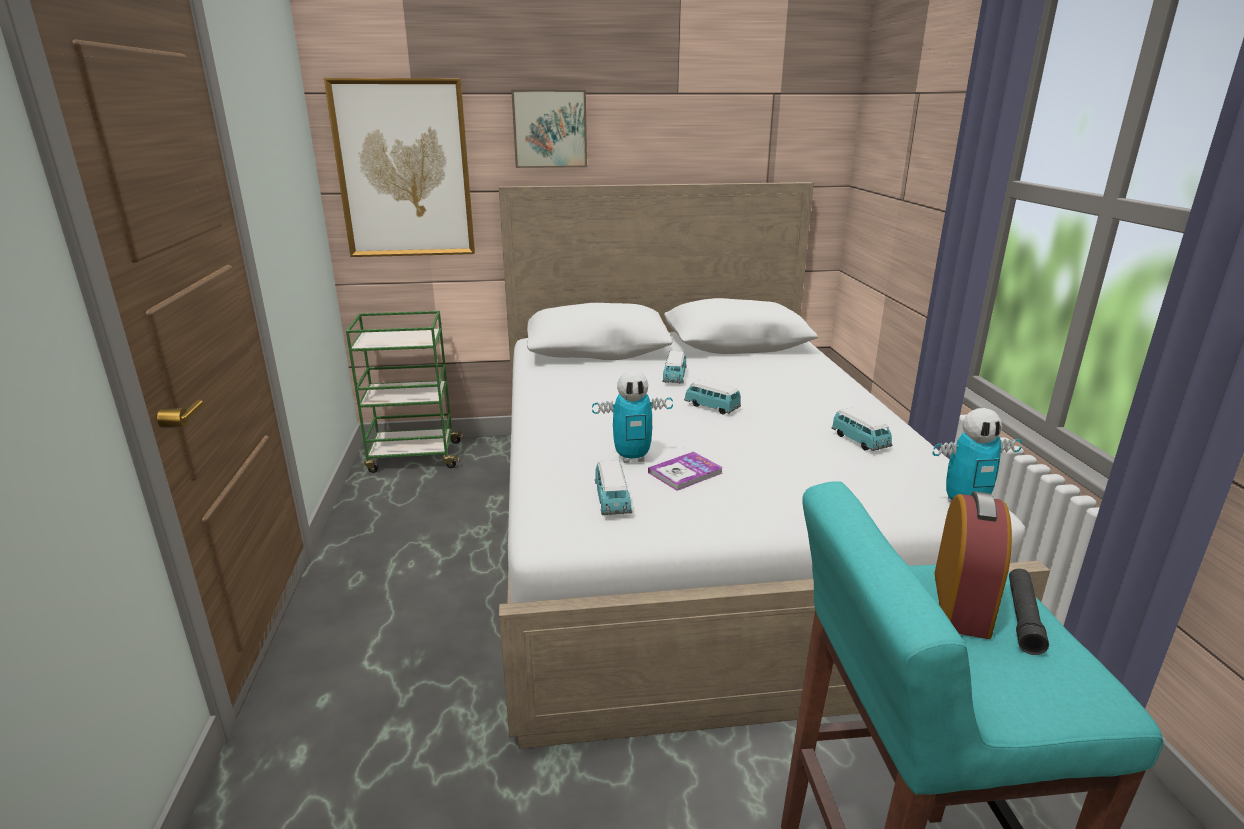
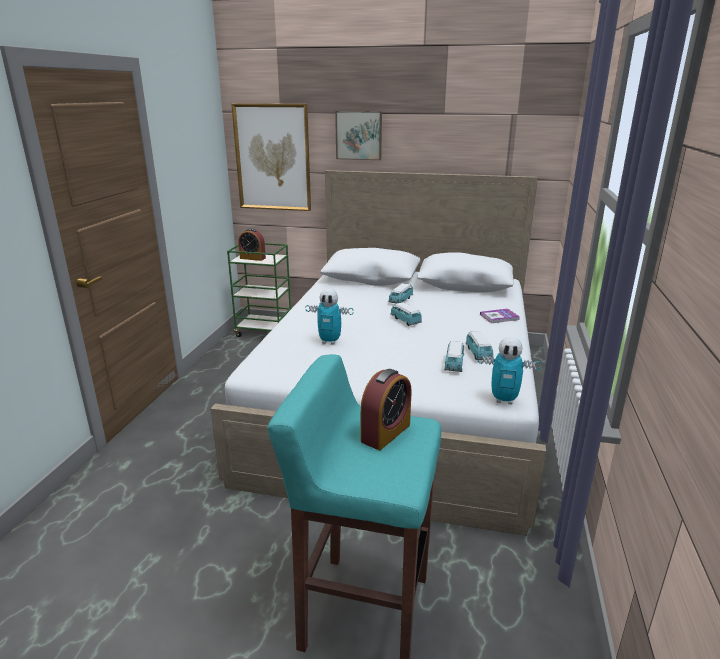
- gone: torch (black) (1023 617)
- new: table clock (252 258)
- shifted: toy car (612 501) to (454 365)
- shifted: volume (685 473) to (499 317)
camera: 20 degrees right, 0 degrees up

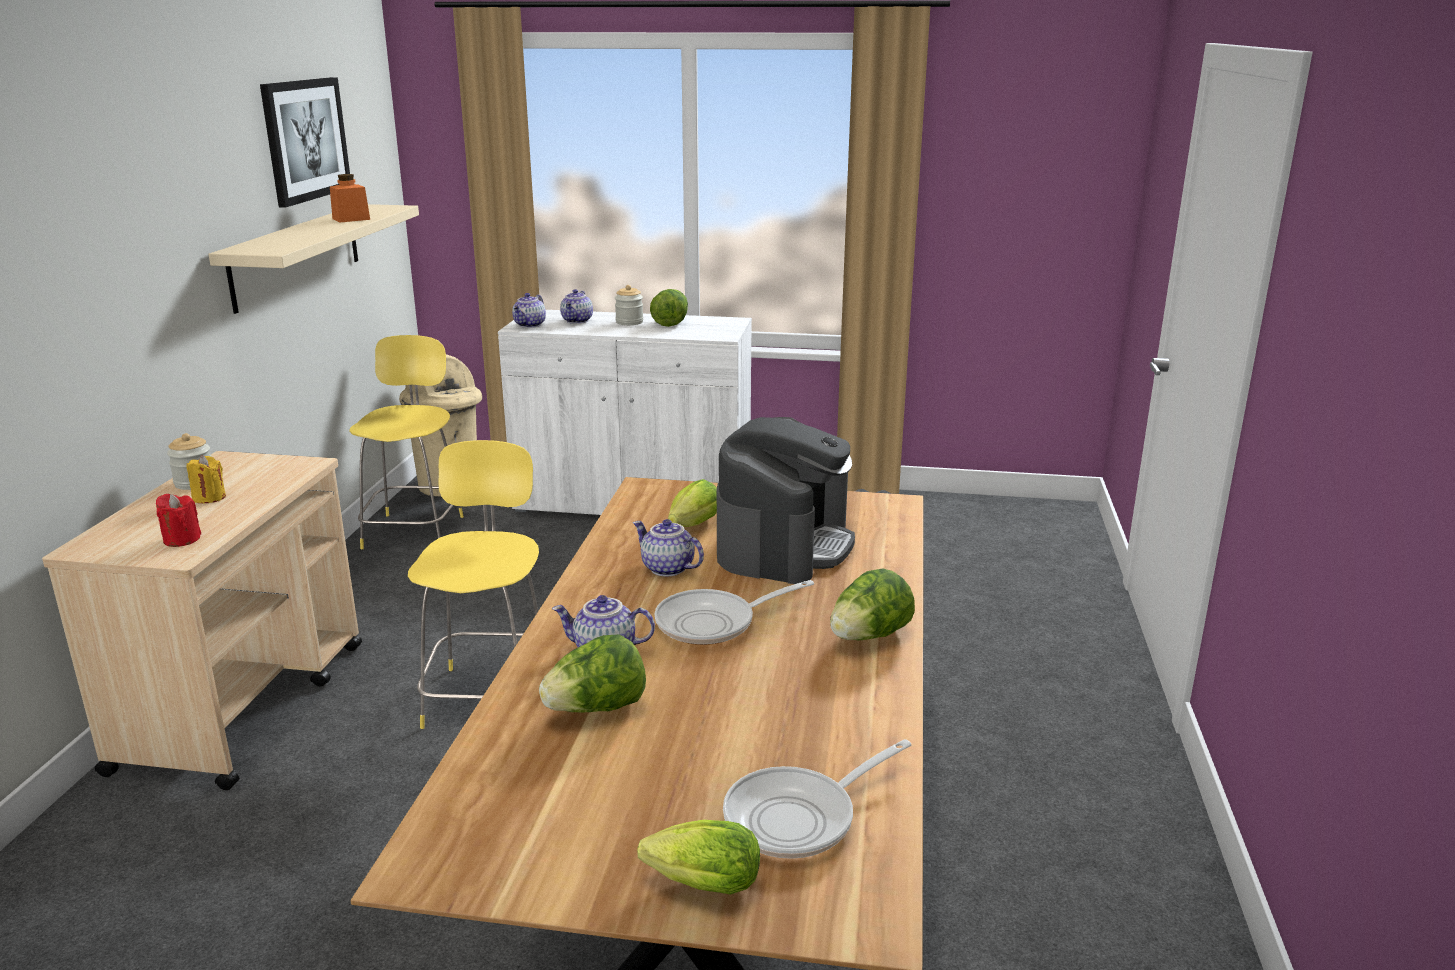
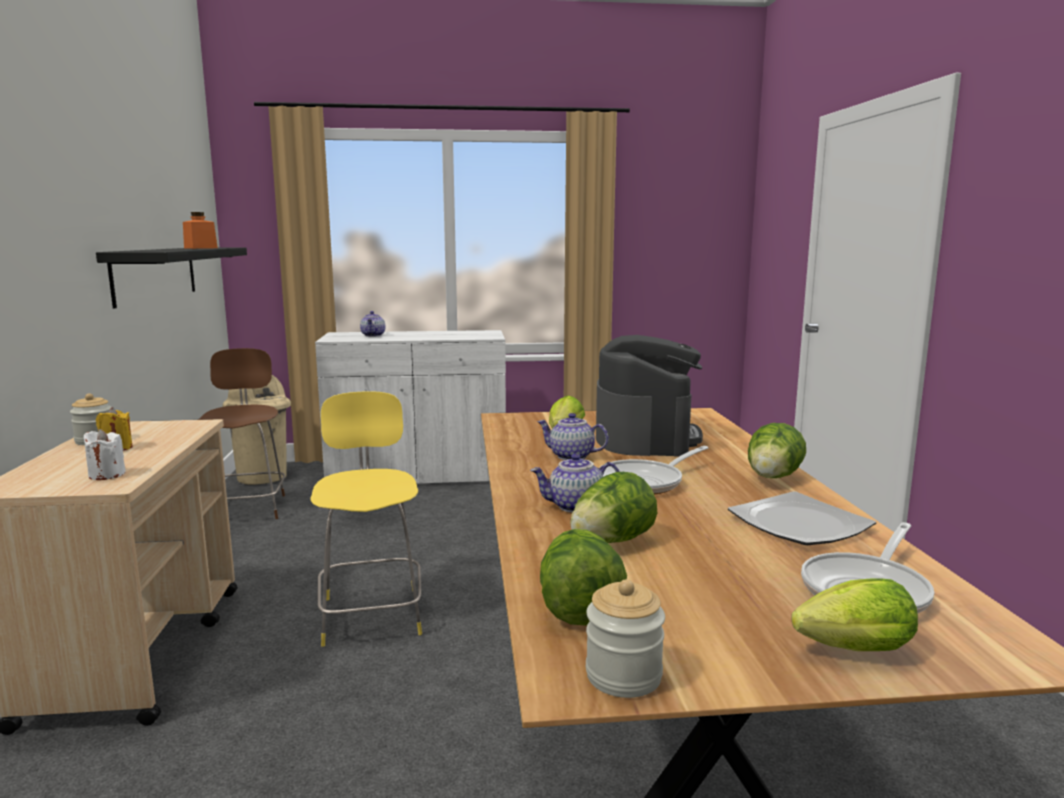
- gone: wall picture (305 139)
- gone: pot for tea (530 325)
- new: plate (799 523)
- shifted: preserve jar (629 322) to (623 676)
- shifted: lettuce (671 323) to (578 607)
- repainted: candle (red-coloured) (182 539) to candle (white) (107 475)
- repainted: shelf (beige) (296 255) to shelf (black) (155 274)
- repainted: stool seat (yellow-coloured) (415 530) to stool seat (brownish) (247 508)
camera: 15 degrees left, 10 degrees down

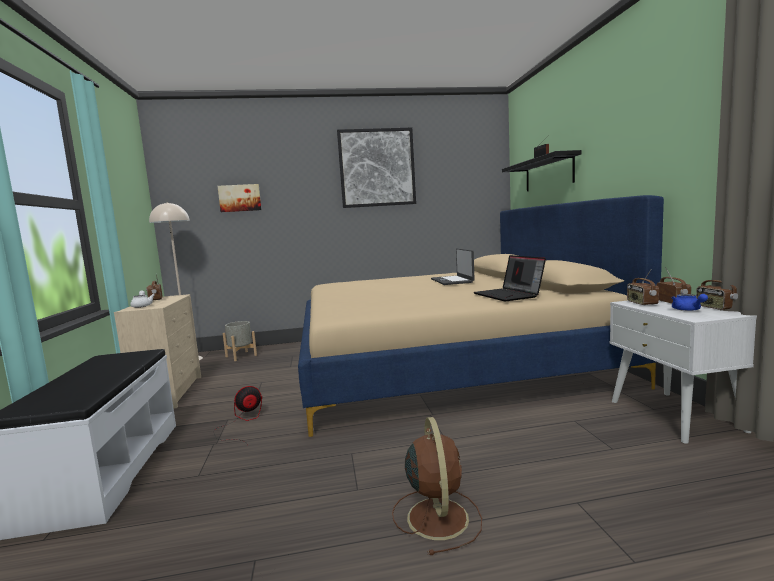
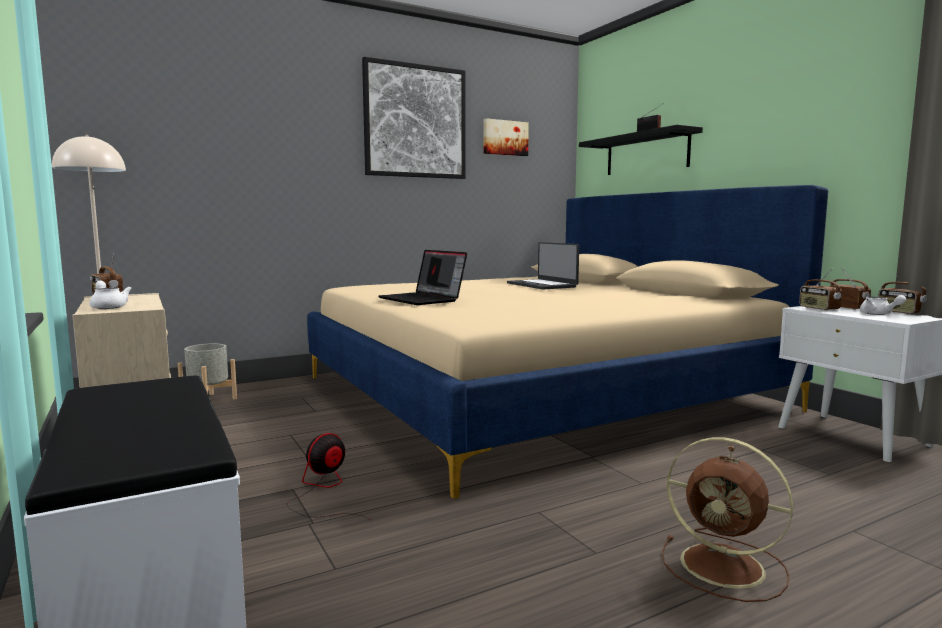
- shifted: wall picture (240 198) to (505 138)
- shifted: laptop (509 295) to (423 299)
- repainted: pot for tea (bluish) (688 310) to pot for tea (white) (879 314)
- rotated: cooling fan (brownish) (437 516) = (726 567) 150 degrees clockwise
camera: 20 degrees left, 0 degrees up

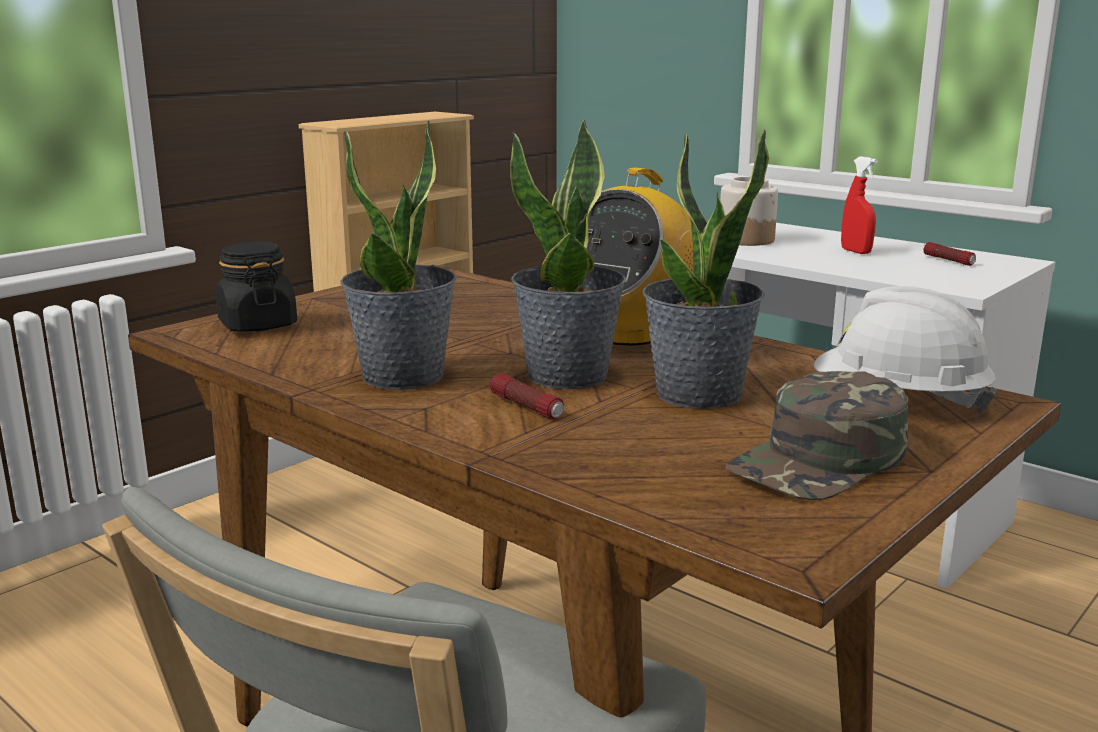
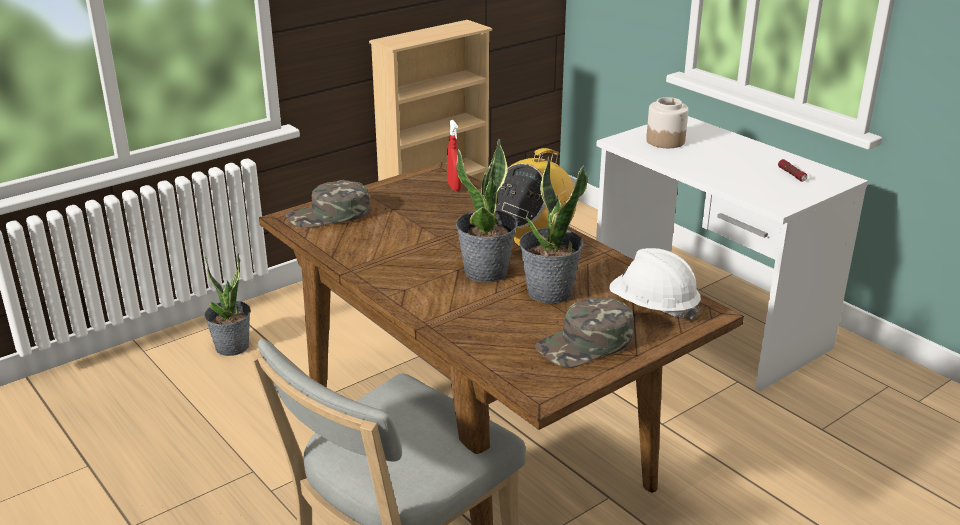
- gone: torch (527 407)
- shifted: plant in a pot (404 376) to (232 347)
- shifted: spray bottle (red-coloured) (856 251) to (454 187)
- swapped: preserve jar (black) (257 325) to peaked cap (green) (329 215)
camera: 10 degrees right, 10 degrees up

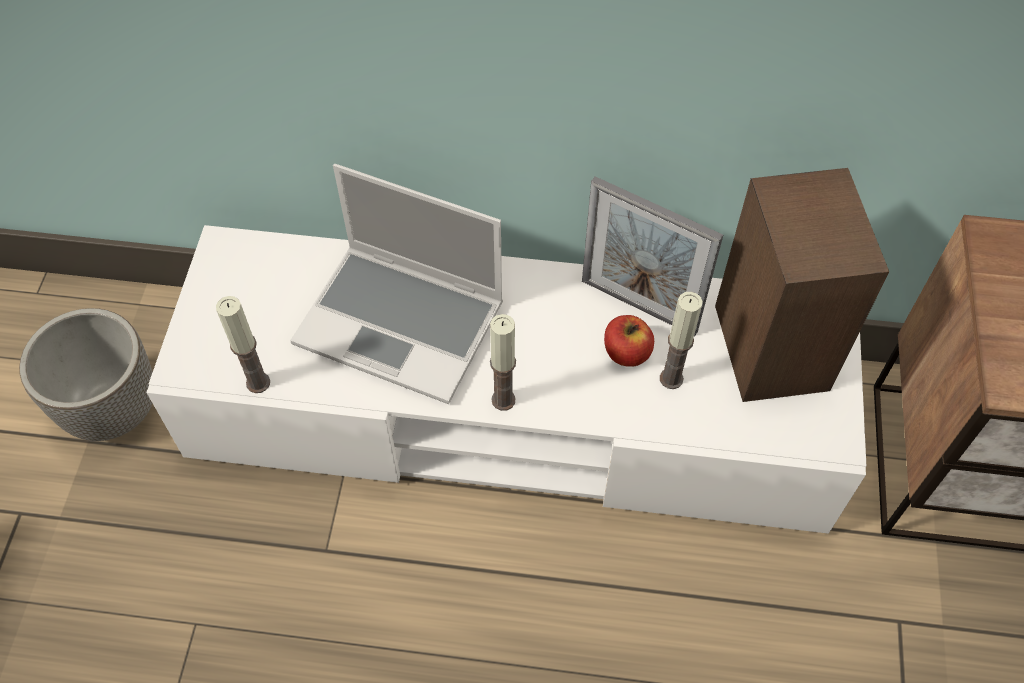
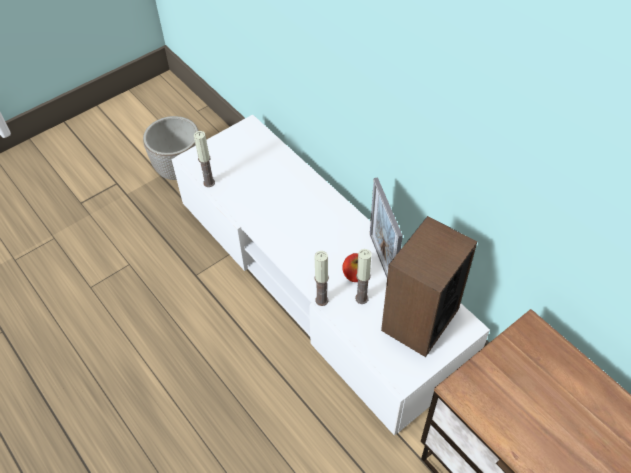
- gone: laptop (403 323)
- shifted: candle (503 400) to (321 300)
camera: 45 degrees right, 5 degrees down

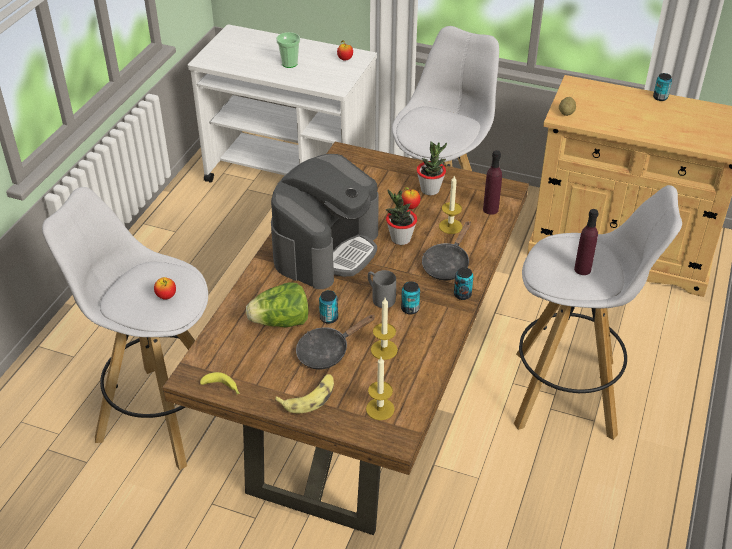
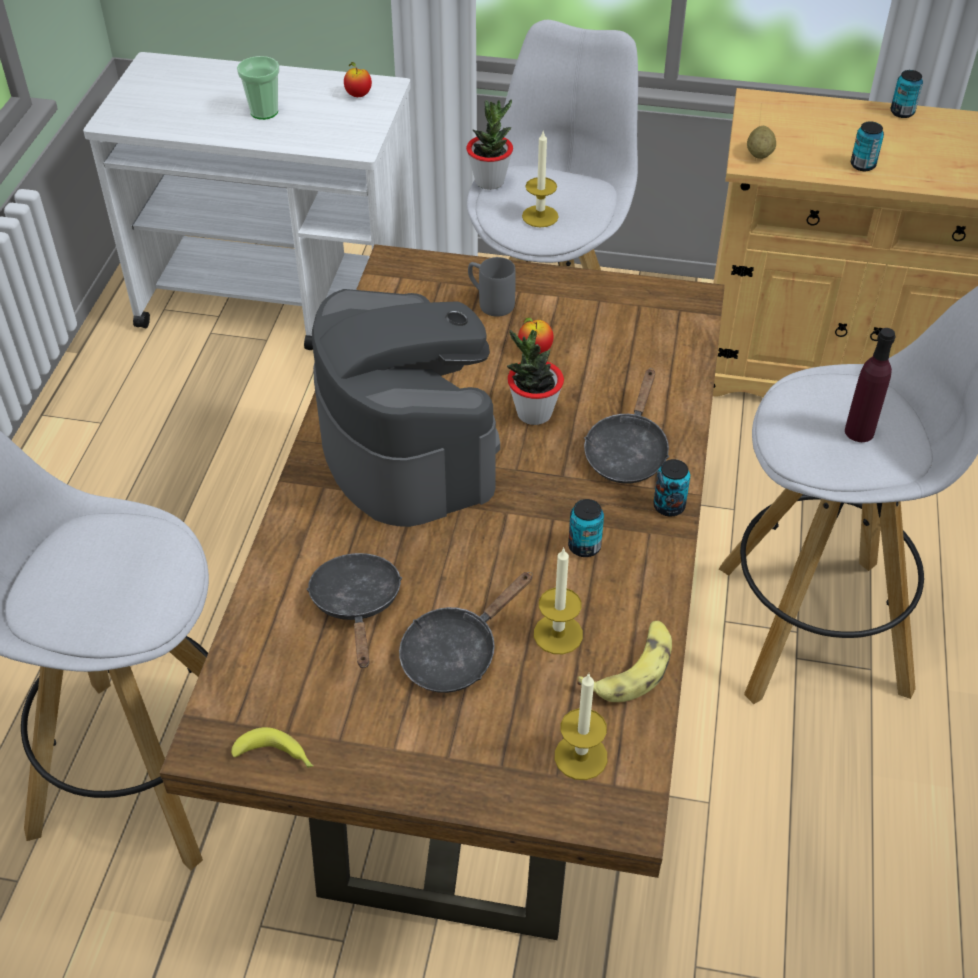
- gone: apple fruit (166 296)
- gone: beverage bottle (purple) (490 209)
- shifted: banana fruit (309 397) to (631 668)
- shifted: sealed can (329 318) to (862 165)
- shifted: tea mug (grey) (380 297) to (490 302)
- shifted: plant in a pot (430 190) to (490 181)
- shifted: candle (450 226) to (540 216)
- swapped: lettuce (281 322) to frying pan (black) (357 605)
- rotated: coffee machine (326 248) = (407 448) 45 degrees counterclockwise
camera: 10 degrees left, 5 degrees up

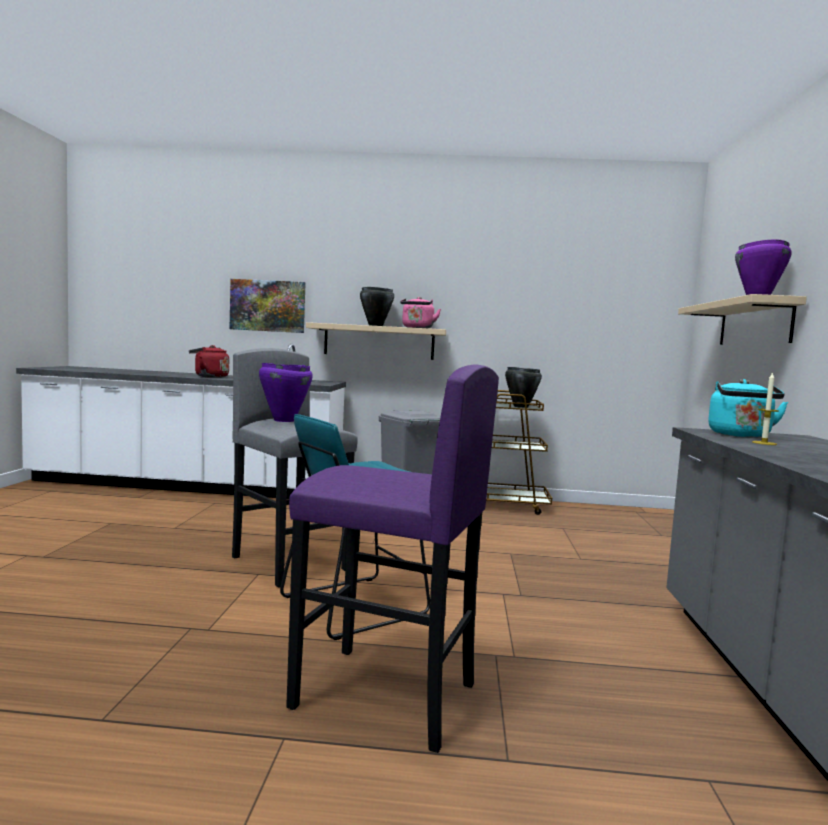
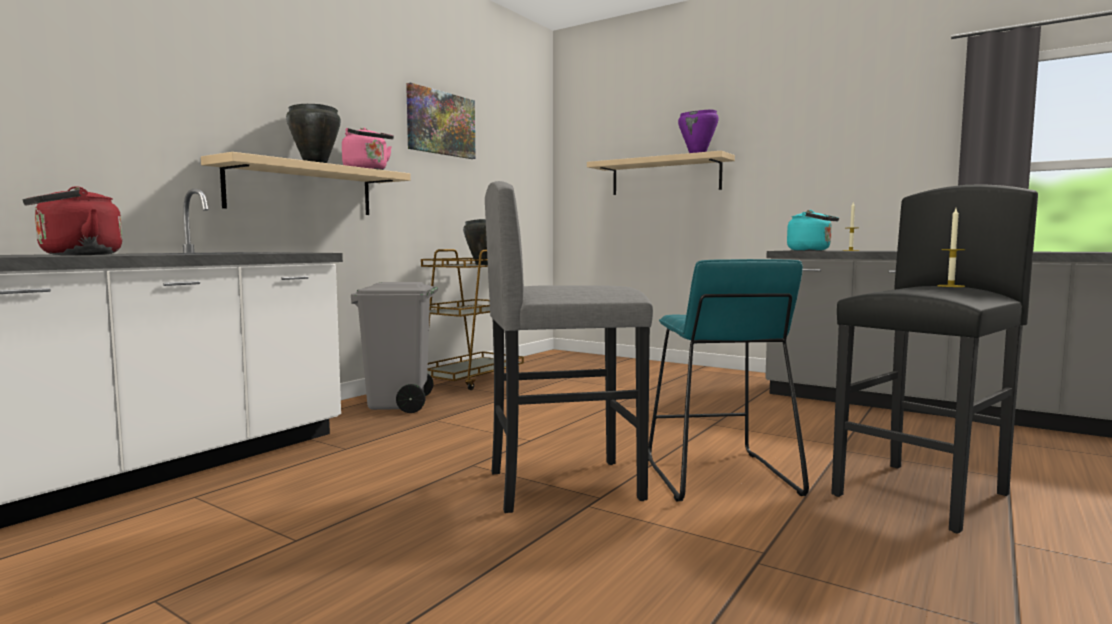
- gone: cooking pot (purple) (283 420)
- new: candle (950 286)
- shifted: wall picture (268 306) to (441 123)
- repainted: stool seat (purple) (384 696) to stool seat (black) (923 495)
camera: 60 degrees left, 0 degrees up

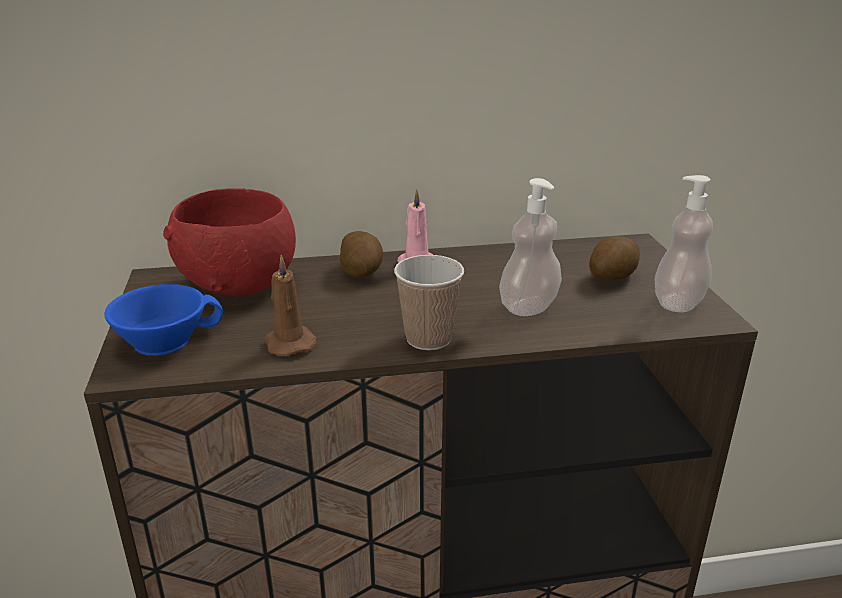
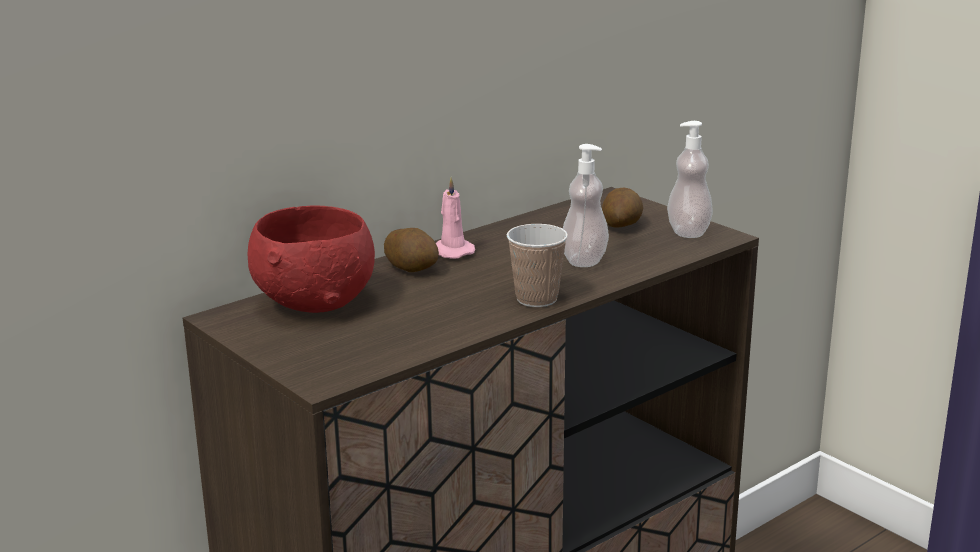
- gone: cup (bluish) (165 338)
- gone: candle (brownish) (288 342)
camera: 30 degrees left, 5 degrees down

